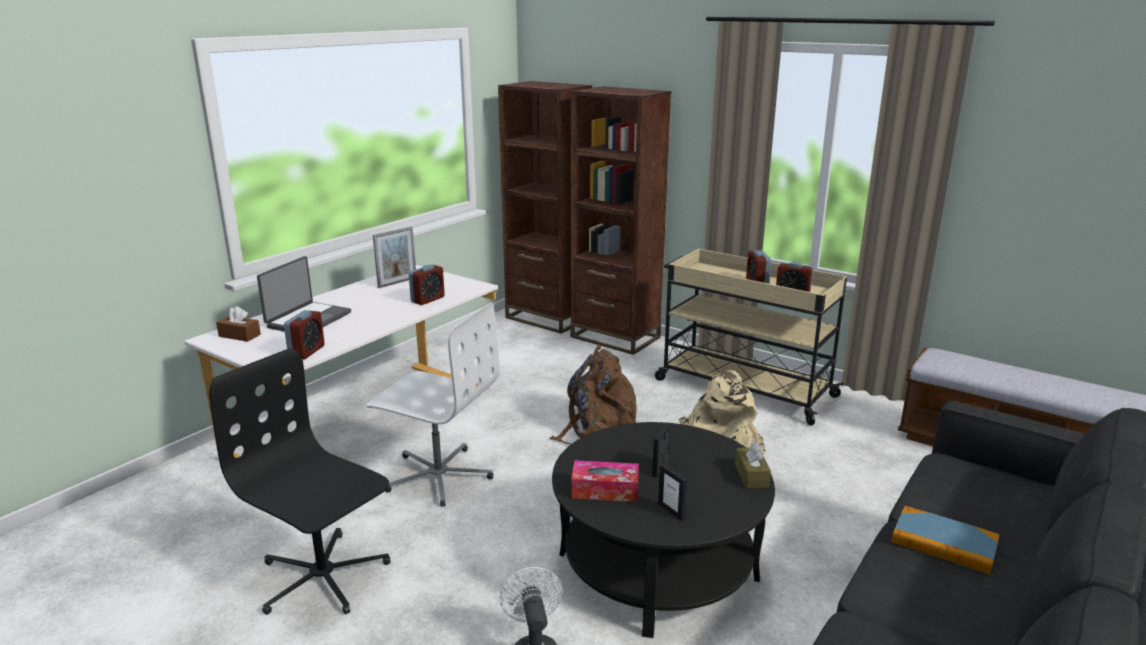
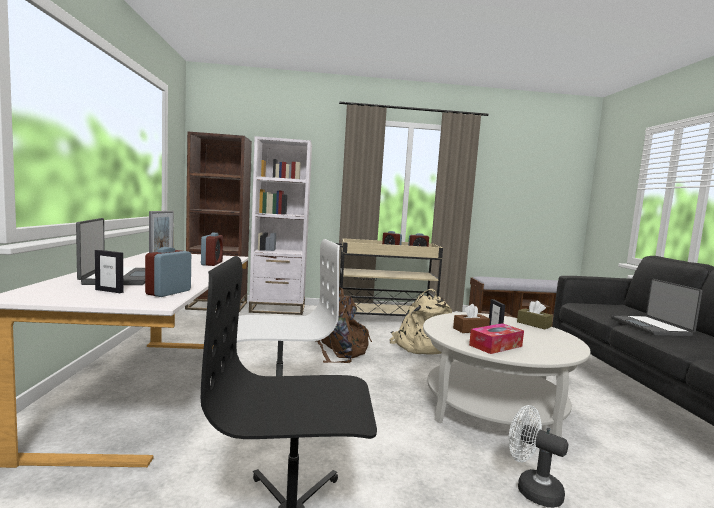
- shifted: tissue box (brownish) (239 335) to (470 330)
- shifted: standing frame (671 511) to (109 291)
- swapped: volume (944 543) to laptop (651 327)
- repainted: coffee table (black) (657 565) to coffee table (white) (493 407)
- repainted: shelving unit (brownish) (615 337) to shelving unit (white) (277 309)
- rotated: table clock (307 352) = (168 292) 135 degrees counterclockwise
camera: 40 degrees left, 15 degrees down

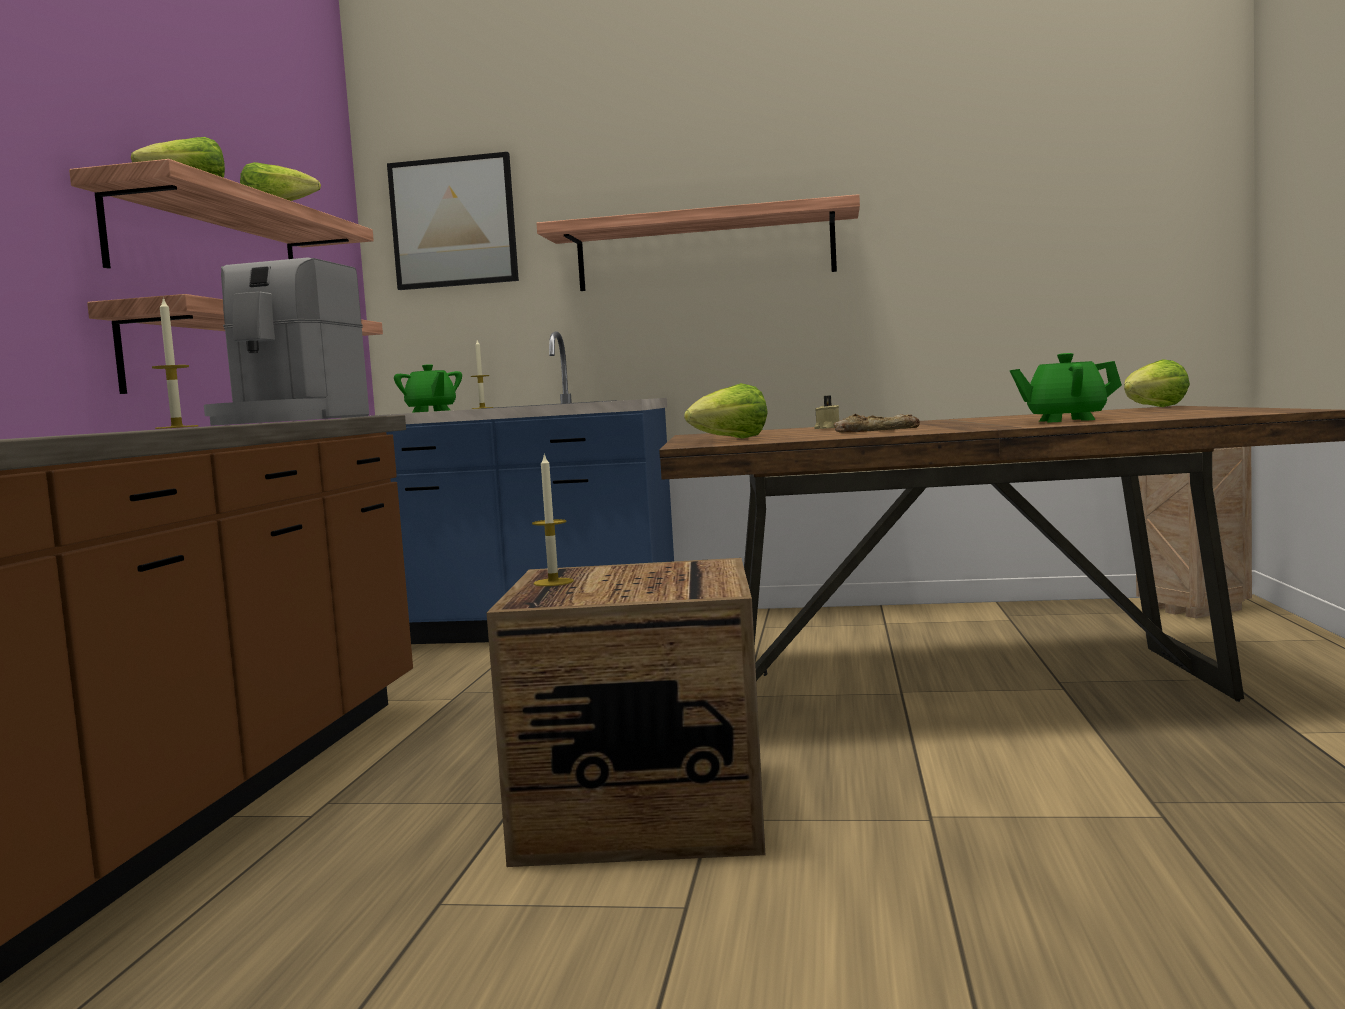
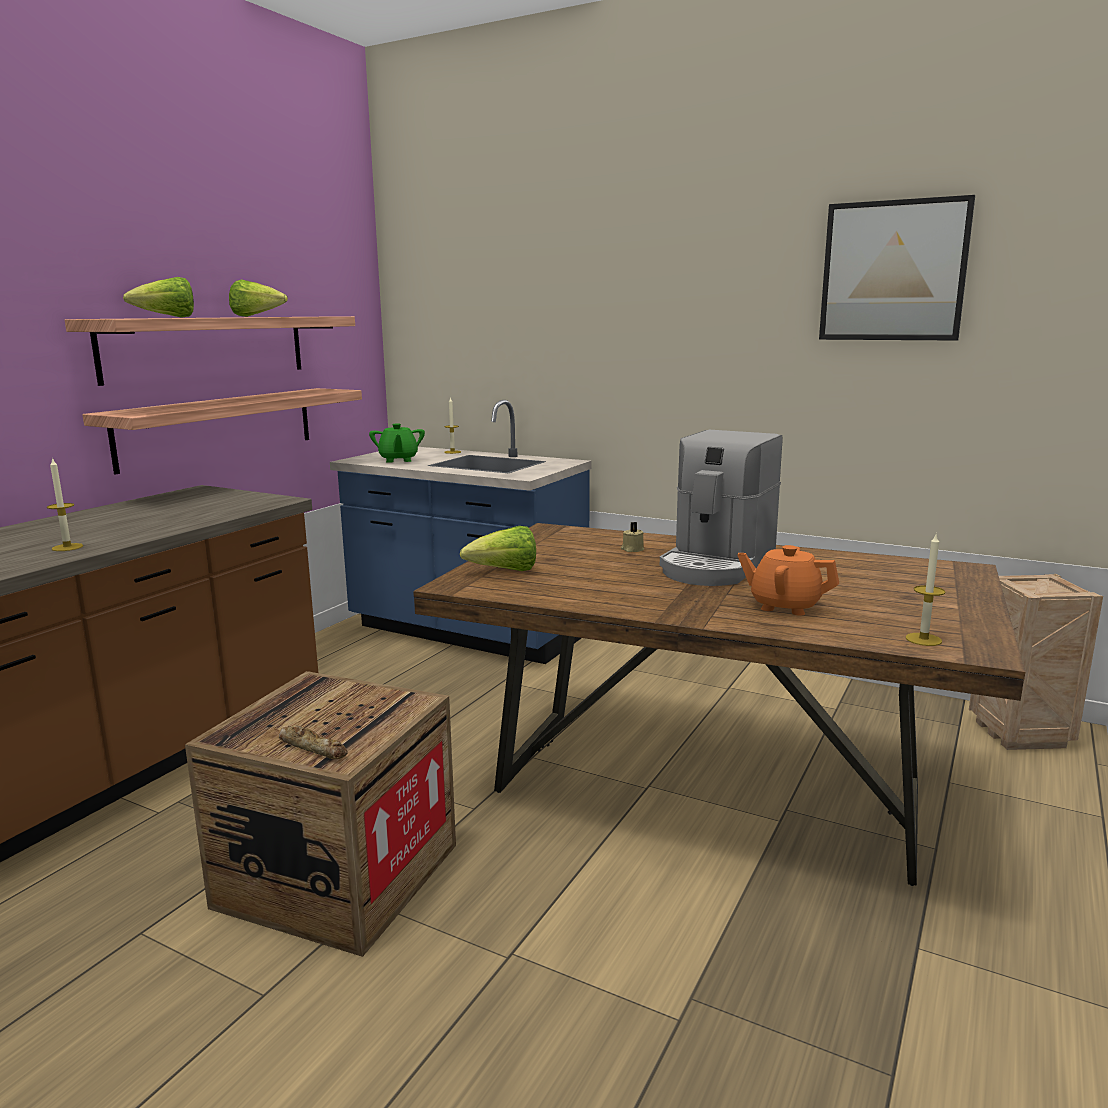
- gone: shelf (704 251)
- gone: lettuce (1154 408)
- shifted: coffee machine (288 420) to (717 565)
- shifted: wall picture (453 222) to (893 271)
- shifted: candle (553 582) to (923 639)
- shifted: bakery bread (876 431) to (313 748)
- repainted: pot for tea (green) (1065 420) to pot for tea (orange) (784 606)
camera: 20 degrees right, 10 degrees up

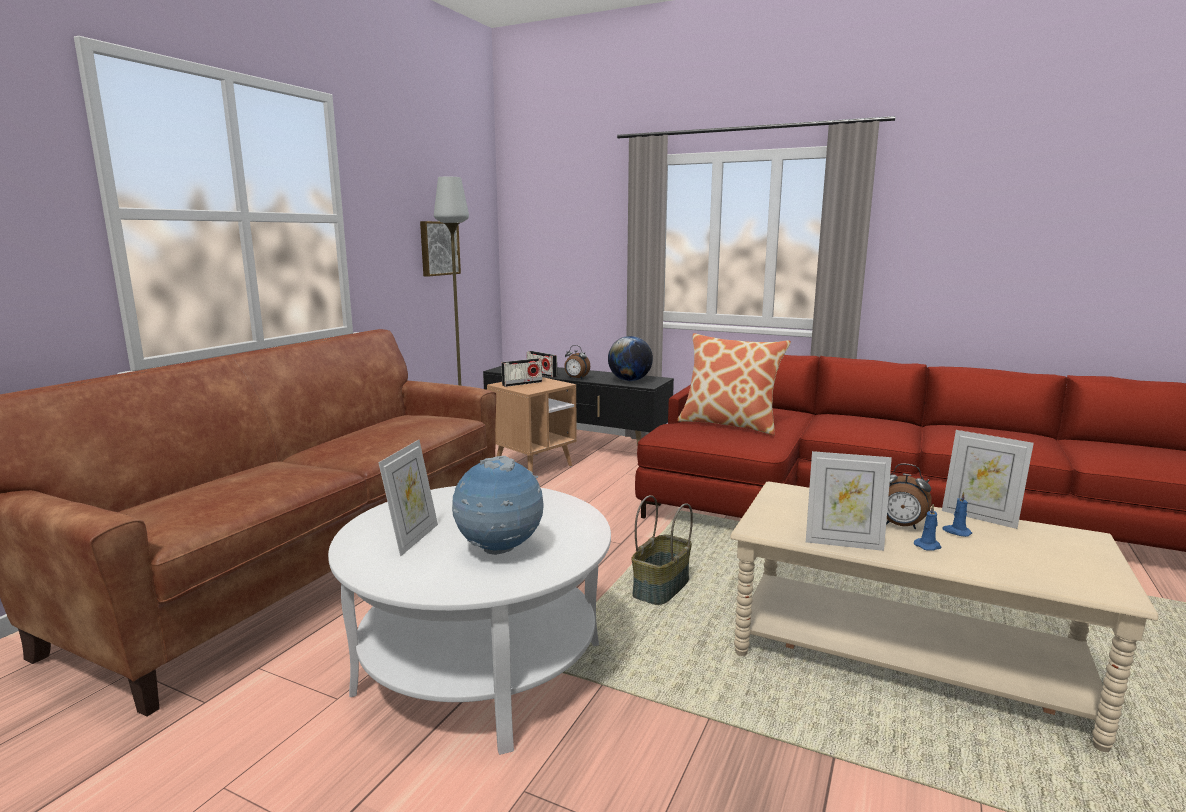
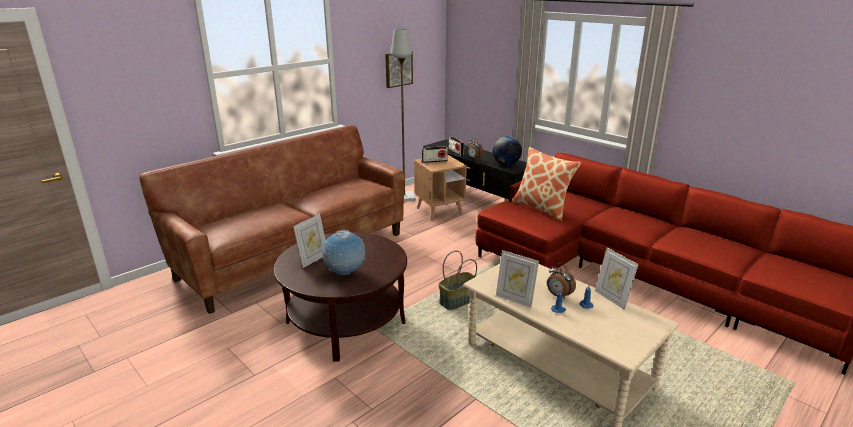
- repainted: coffee table (white) (480 666) to coffee table (brownish) (346 322)
camera: 20 degrees right, 10 degrees up

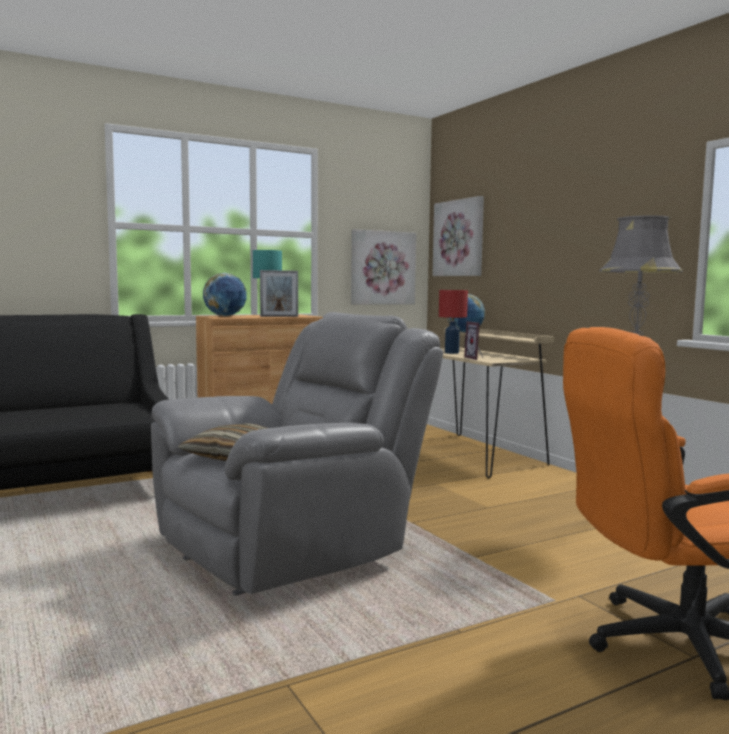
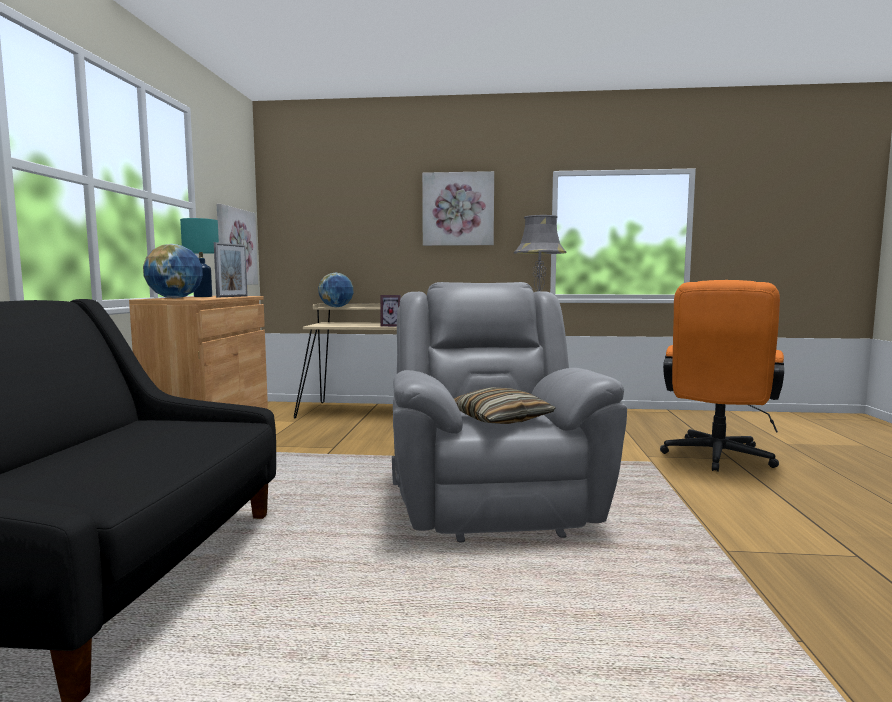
- gone: lamp for a table (red-coloured) (451 353)
- shifted: wall picture (459 238) to (458 209)
camera: 55 degrees left, 0 degrees up

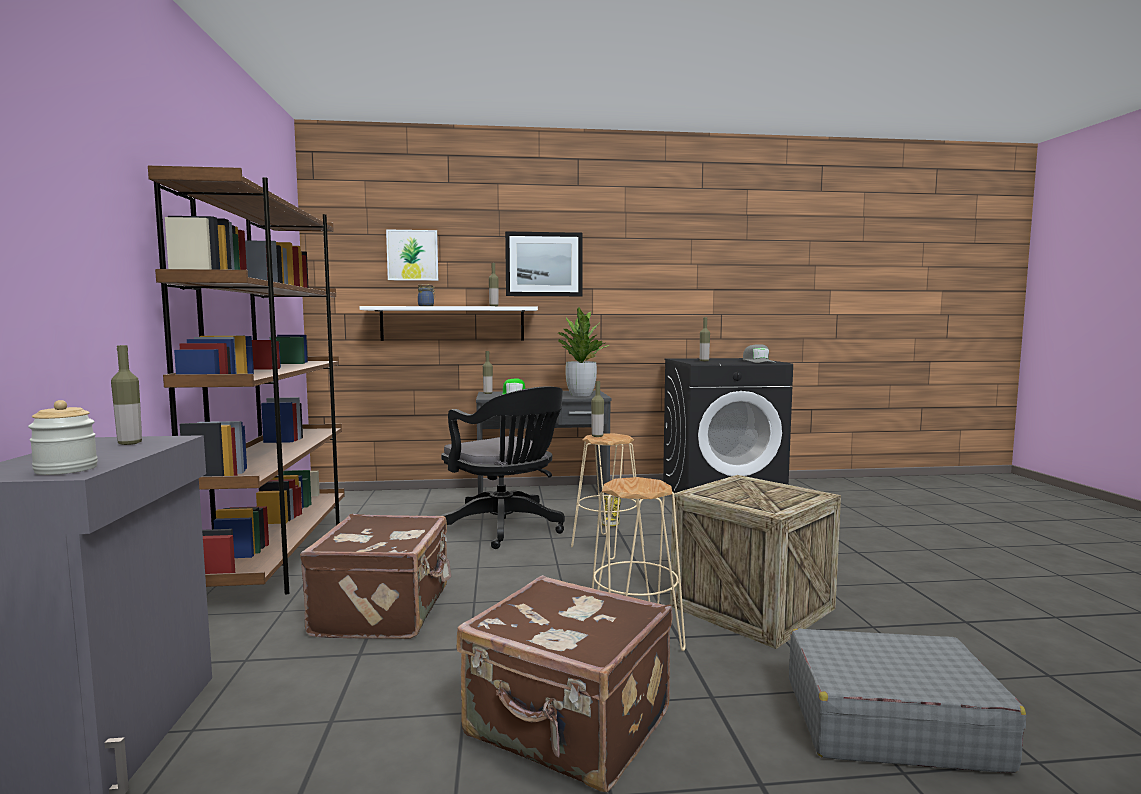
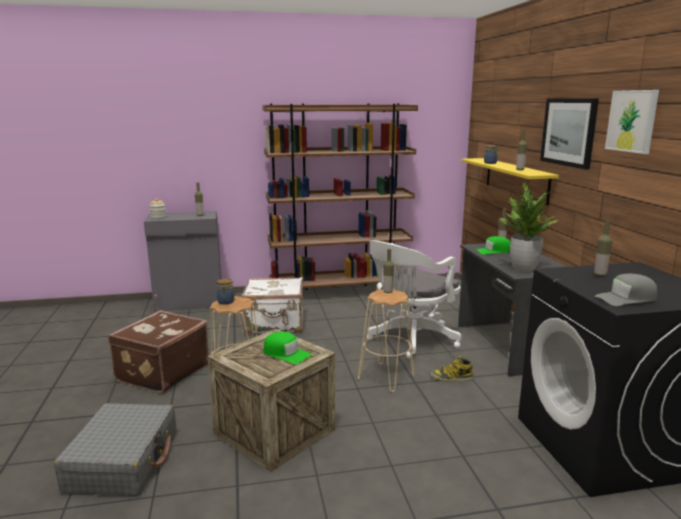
- new: preserve jar (225 302)
- new: peaked cap (green) (286 354)
- shifted: wall picture (412 255) to (631 121)
- repainted: piece of luggage (brownish) (385 611) to piece of luggage (white) (275 324)
- repainted: shelf (white) (452 323) to shelf (yellow-coloured) (516 179)
- repainted: desk chair (black) (506 529) to desk chair (white) (410 339)
camera: 85 degrees right, 10 degrees up

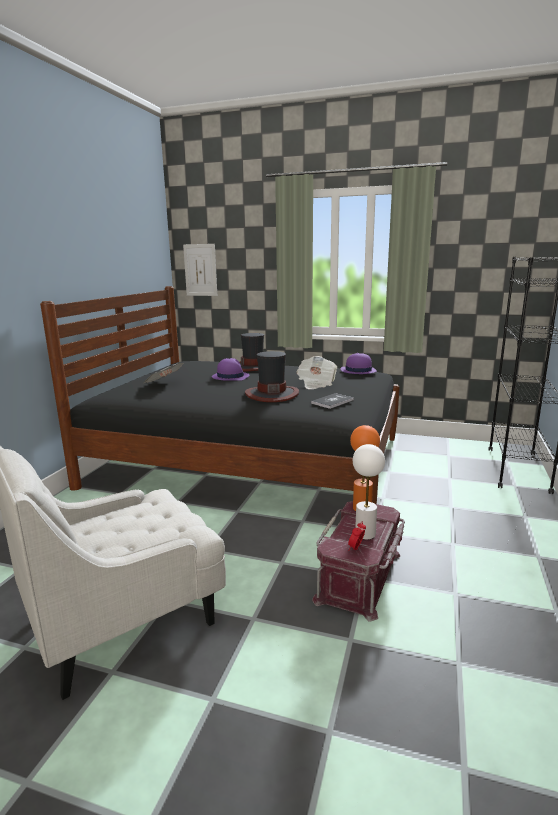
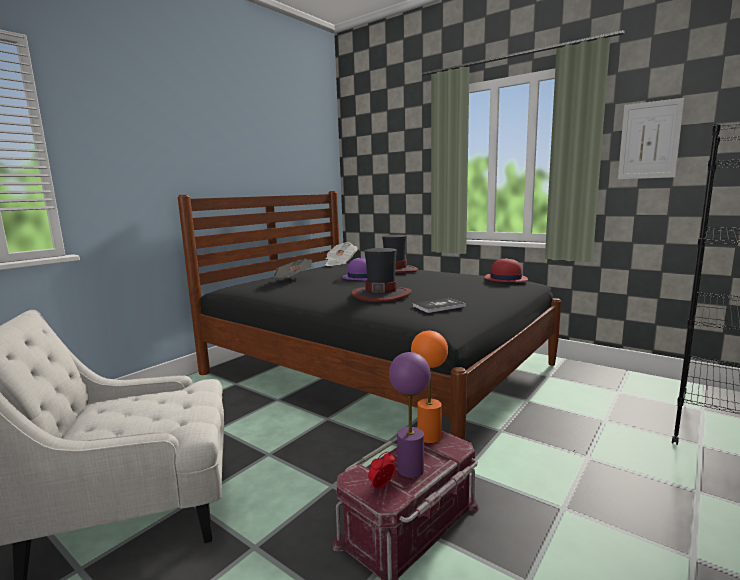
- shifted: wall picture (200 270) to (649 140)
- shifted: printed paper (316 384) to (340 263)
- repainted: clothing hat (purple) (358 371) to clothing hat (red-coloured) (505 279)
- repainted: lamp for a table (white) (365 534) to lamp for a table (purple) (410 470)
camera: 20 degrees right, 5 degrees down

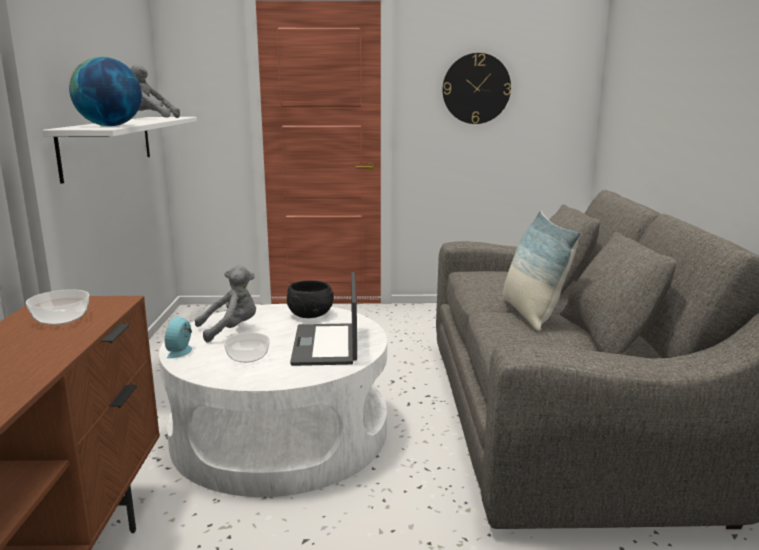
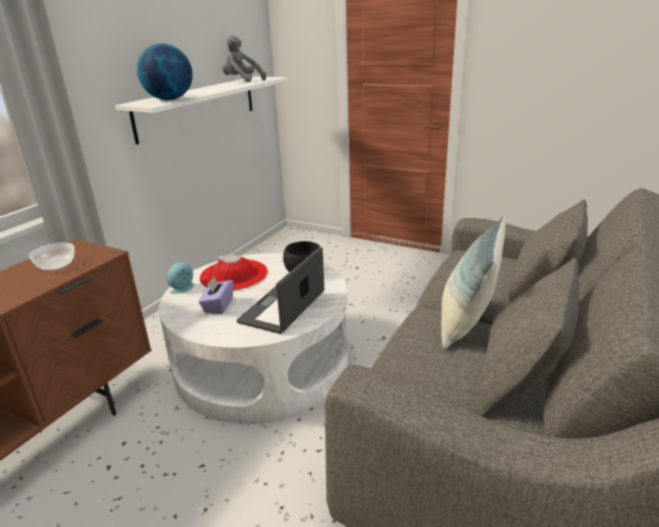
- gone: wall clock (476 88)
- swapped: plush toy (grey) (231 330) to clothing hat (red-coloured) (234 275)
- swapped: serving bowl (248 357) to tissue box (purple) (218 306)
camera: 30 degrees right, 10 degrees up

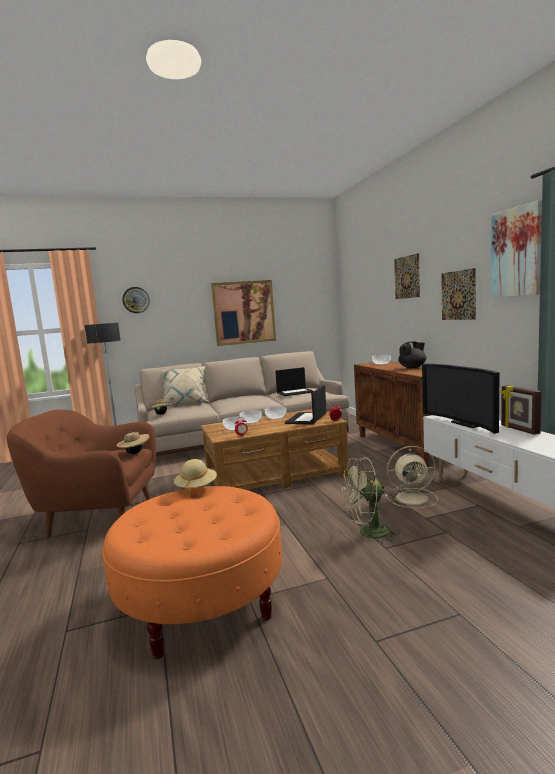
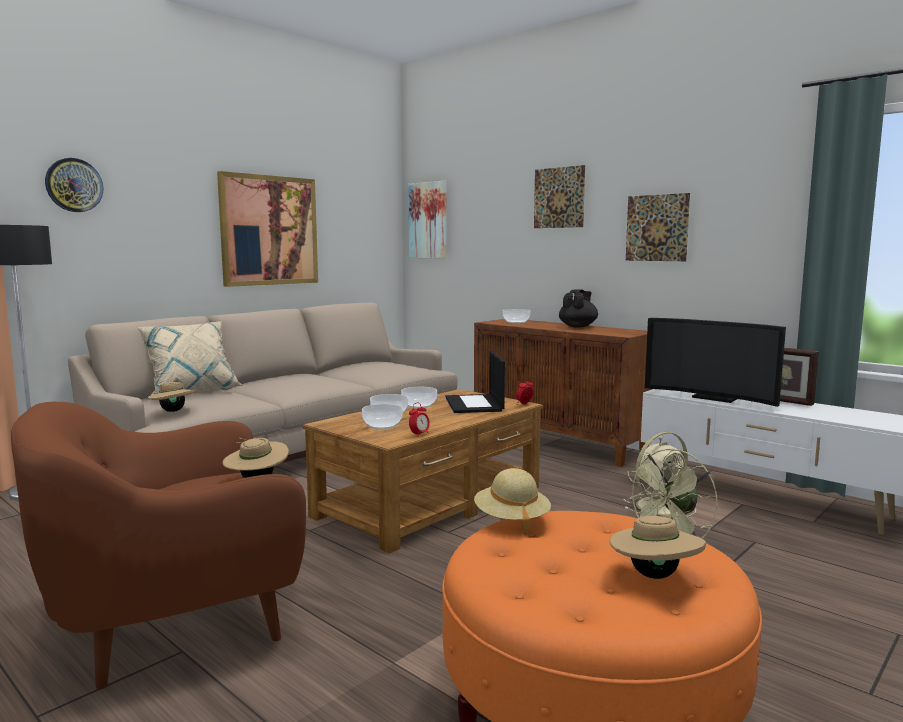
- gone: laptop (295 392)
- new: clothing hat (beige) (655 575)
- shifted: wall picture (516 252) to (428 220)
camera: 30 degrees left, 0 degrees up

